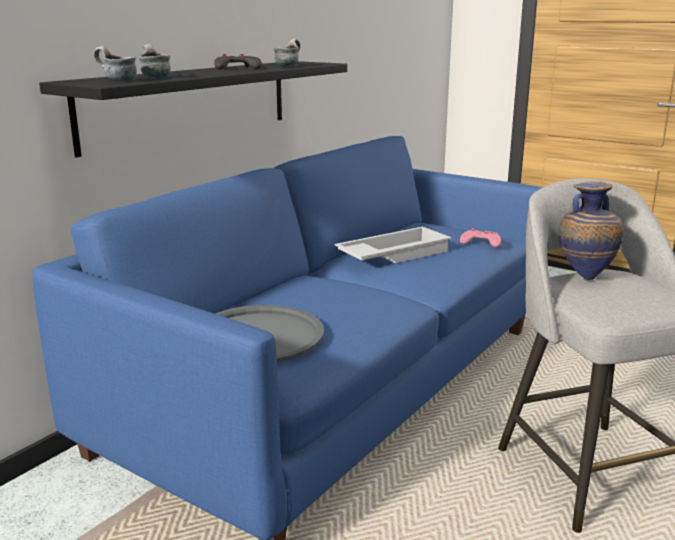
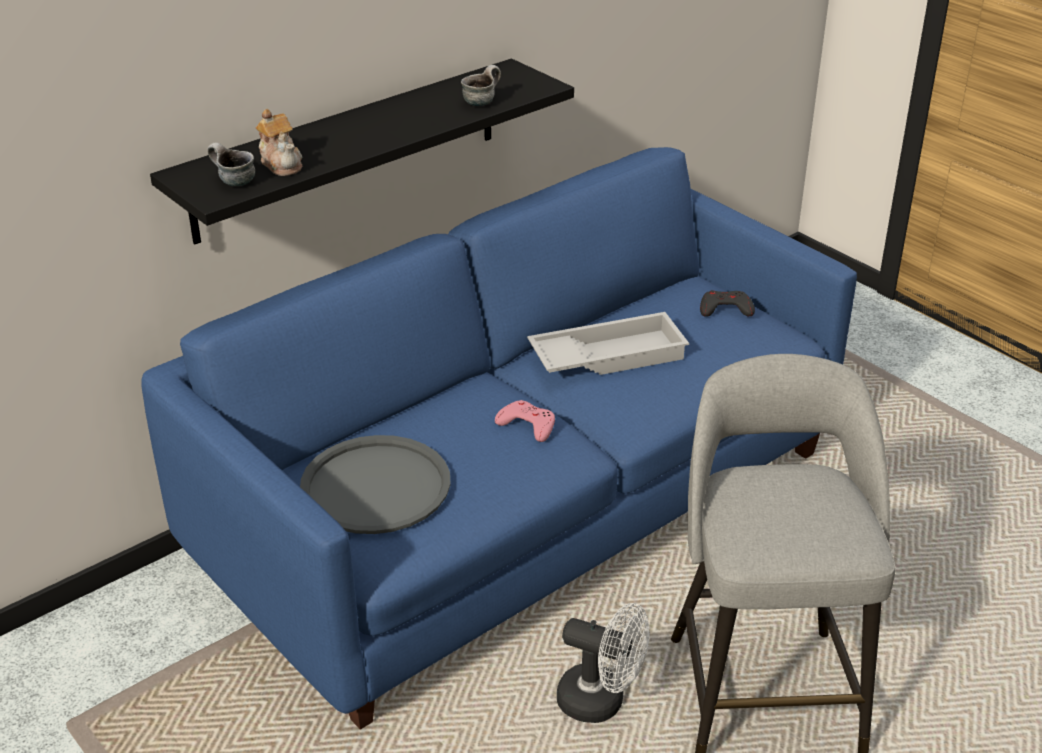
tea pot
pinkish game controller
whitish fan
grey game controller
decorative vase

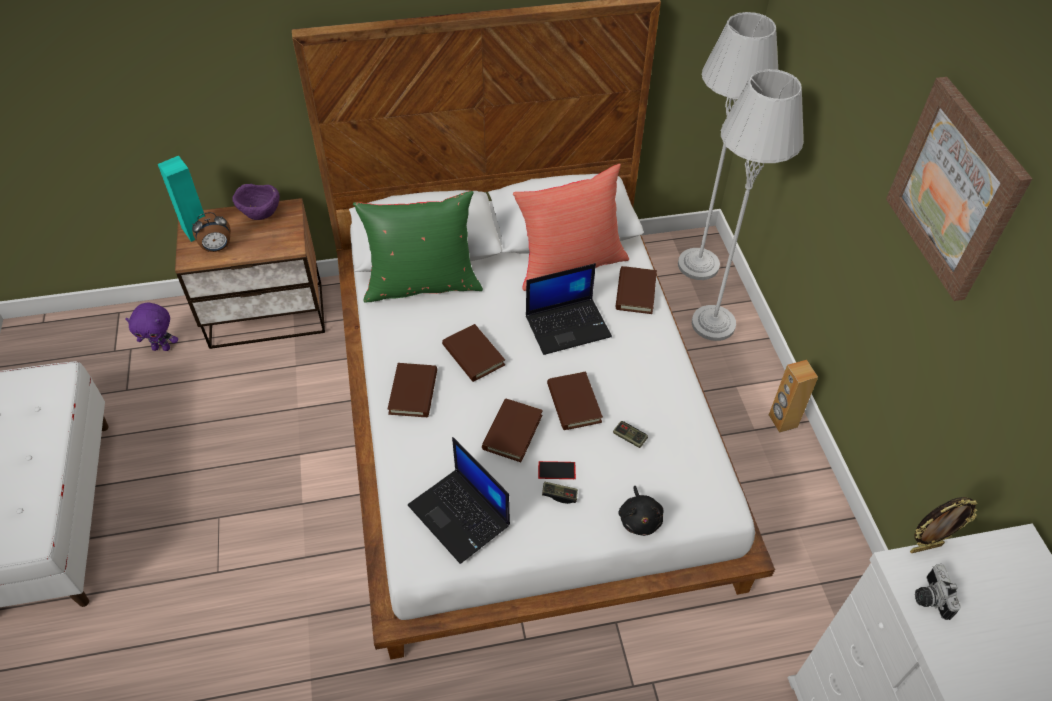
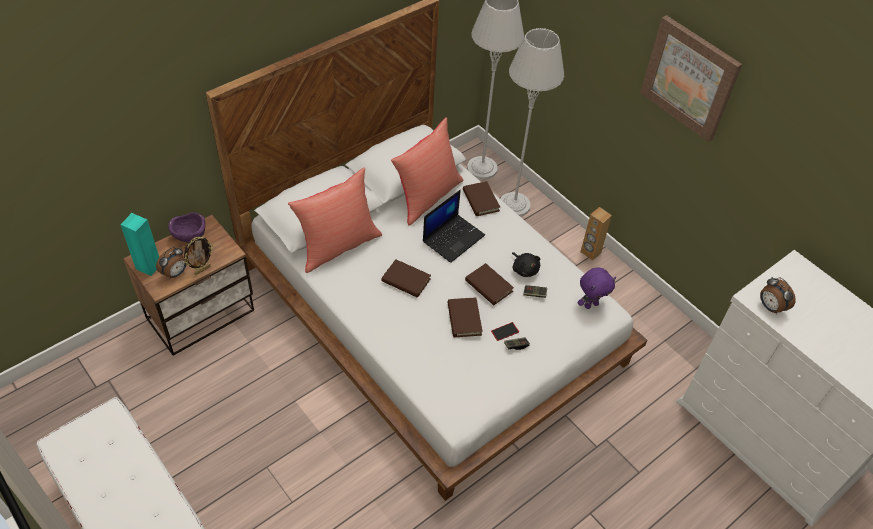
picture frame
red-coloured cushion (1st from left)
black cuddly toy
purple-coloured cuddly toy
bedside clock (2nd from left)
brown book (1st from left in the first image)
laptop (1st from left in the first image)

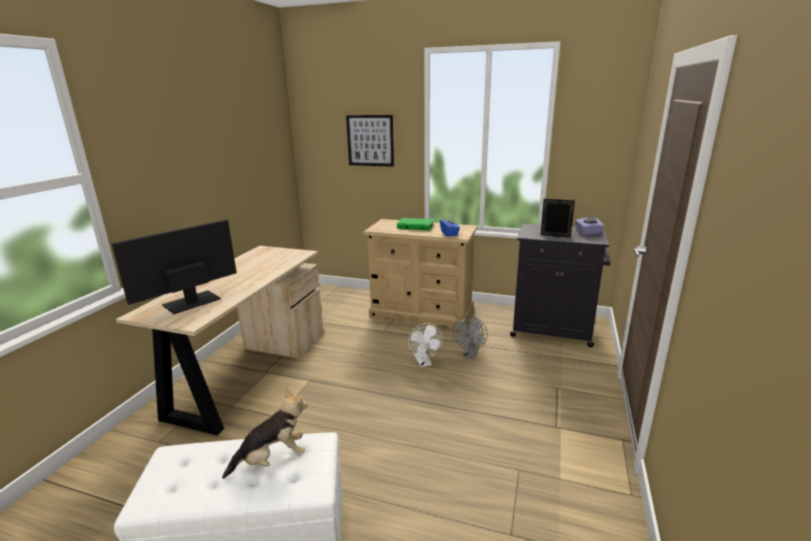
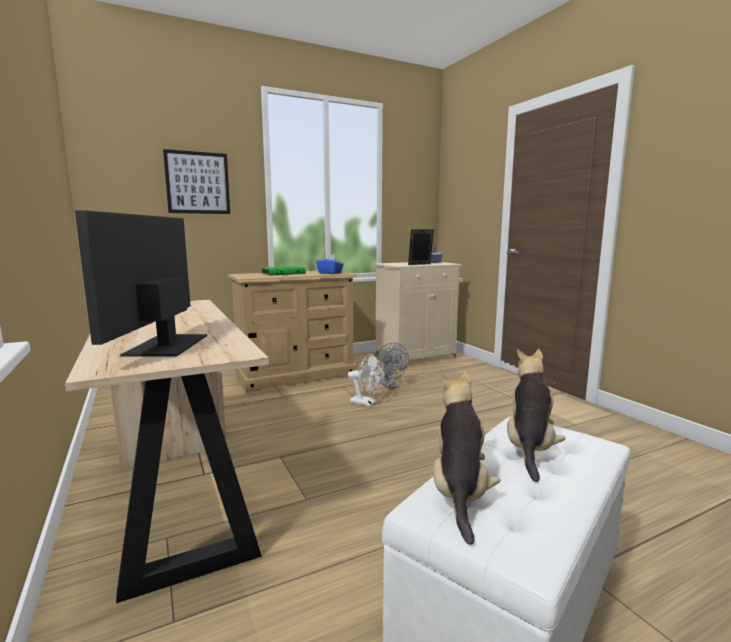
beige-coloured cabinet
cuddly toy (1st from left)

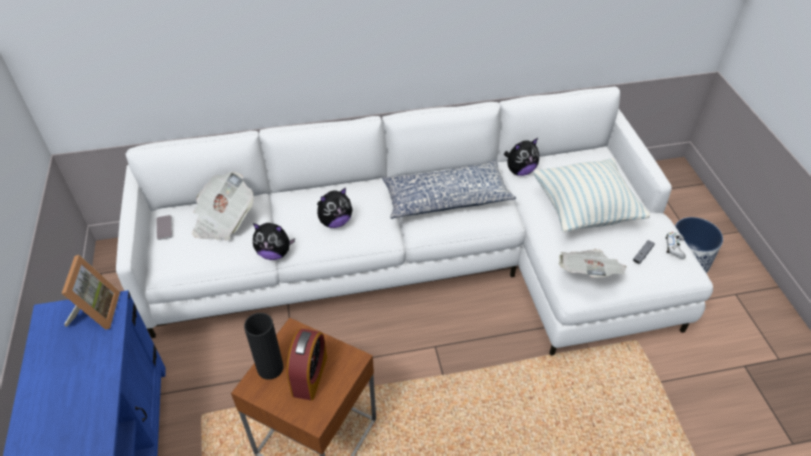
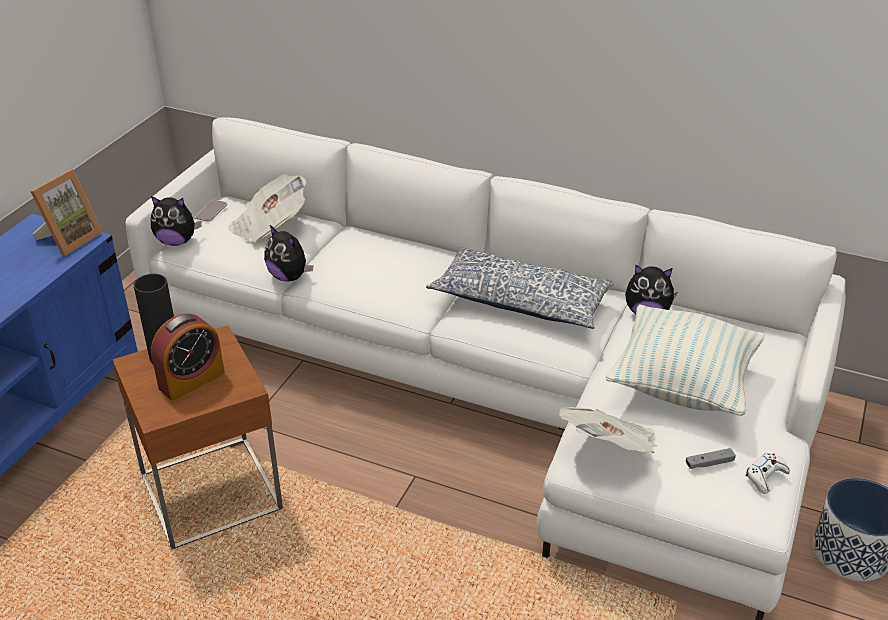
cuddly toy (1st from left)

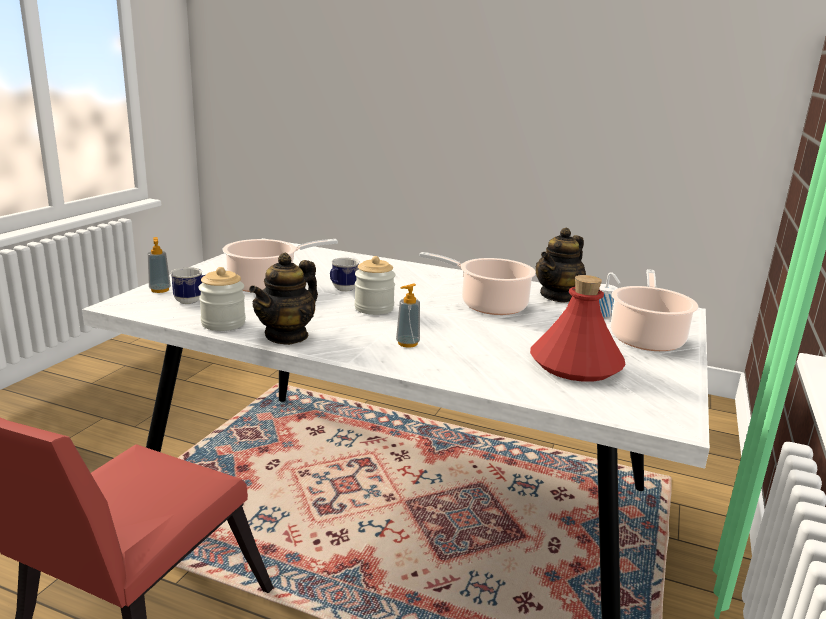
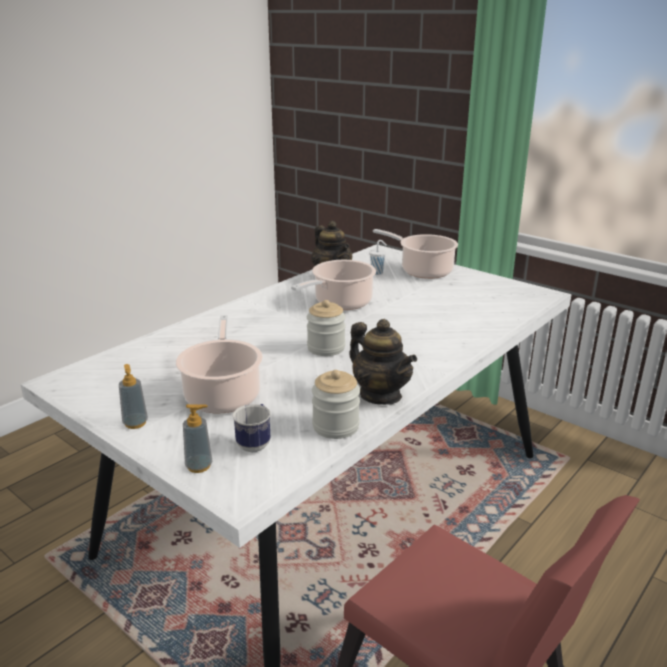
soap bottle (1st from left)
mug (2nd from left in the first image)
red-coloured beverage bottle

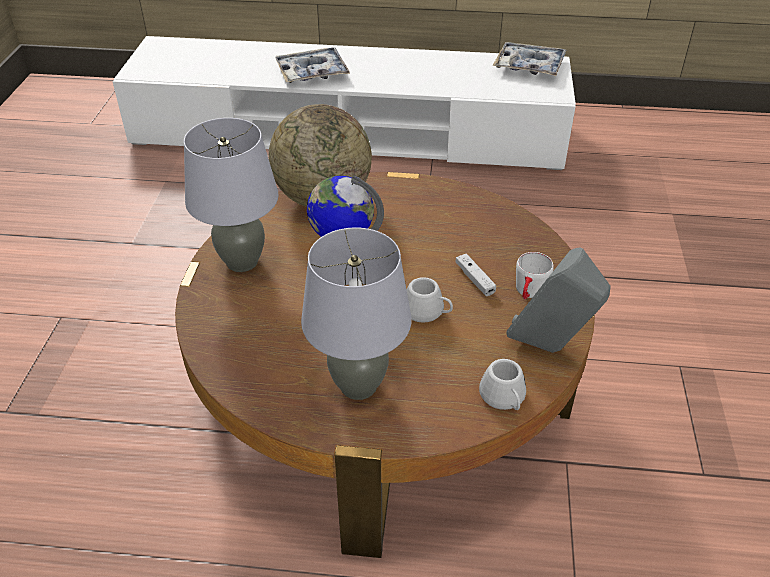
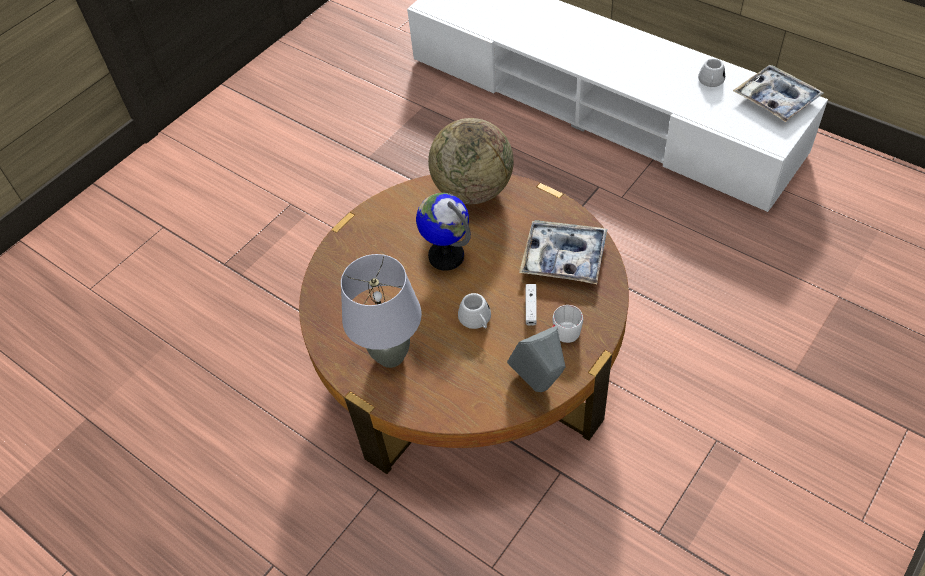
tray (1st from left)
whitish mug (3rd from left)
grey lamp for a table (1st from left in the first image)

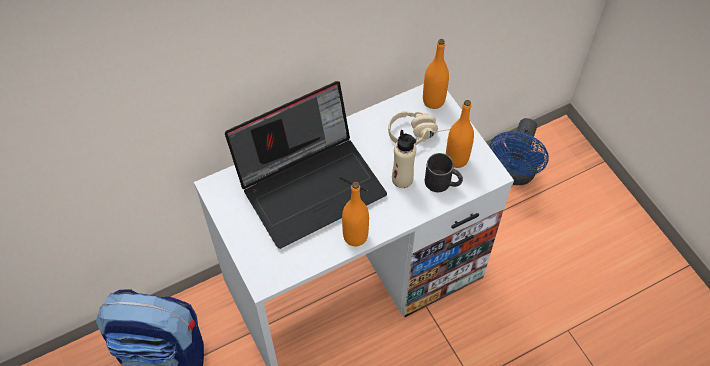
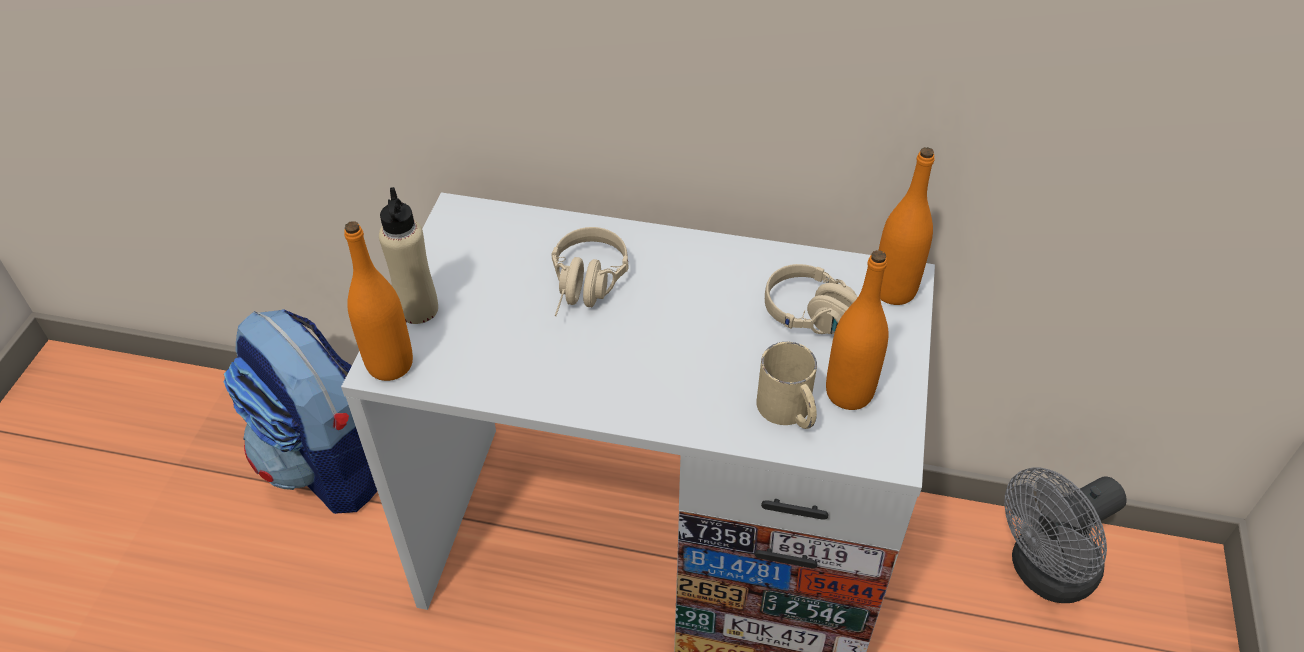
orangey beverage bottle (1st from left)
beige-coloured beverage bottle
beige-coloured headset (1st from left)
beige-coloured mug
grey fan

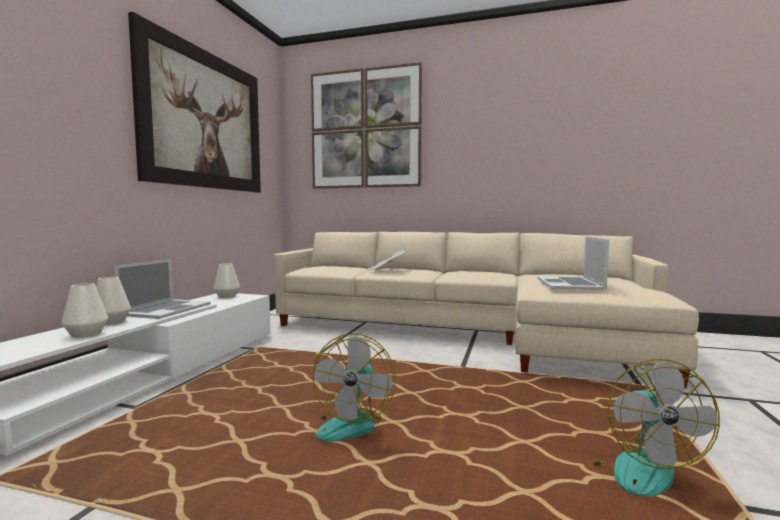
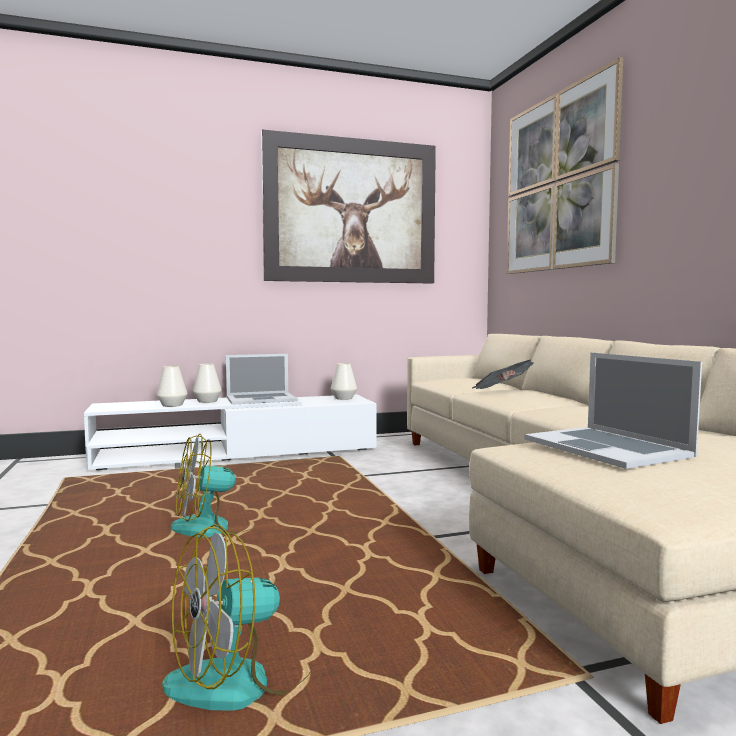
laptop (2nd from left)

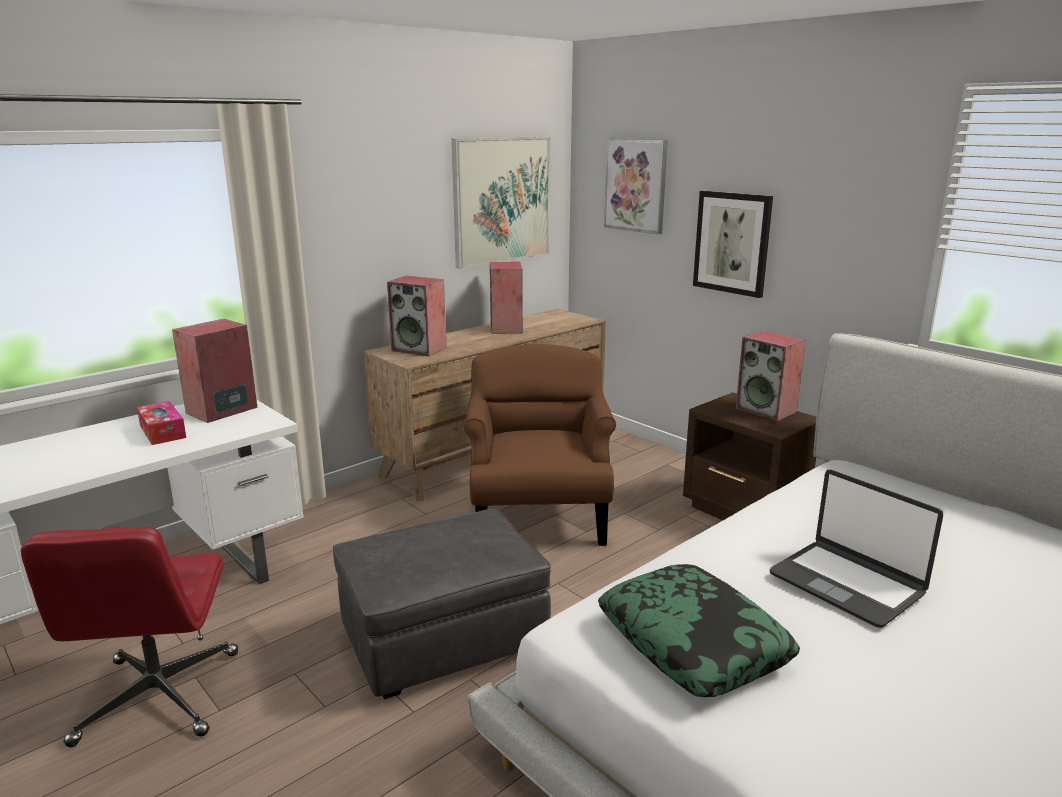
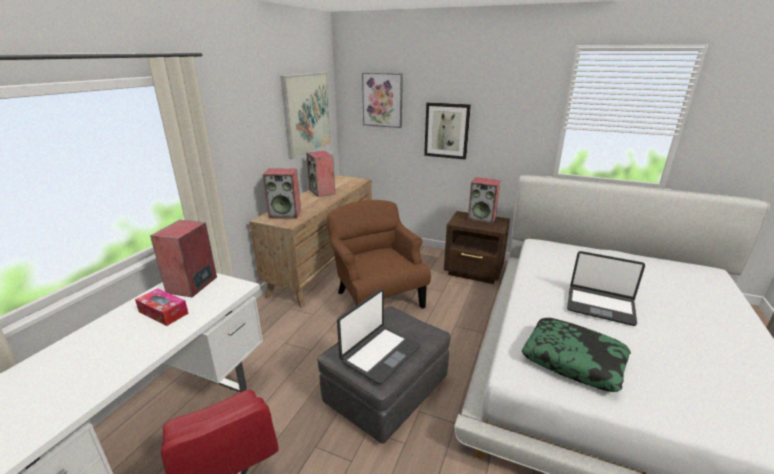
laptop (1st from left)

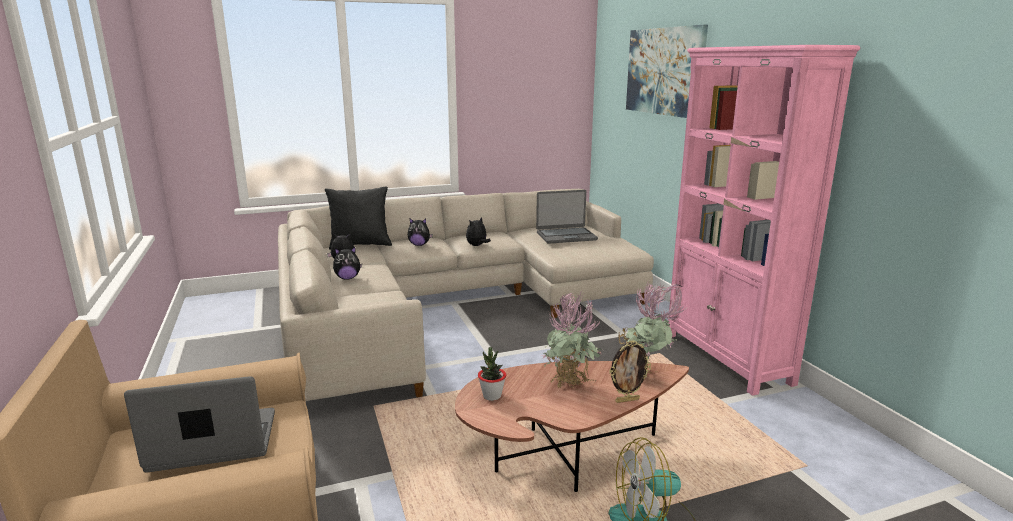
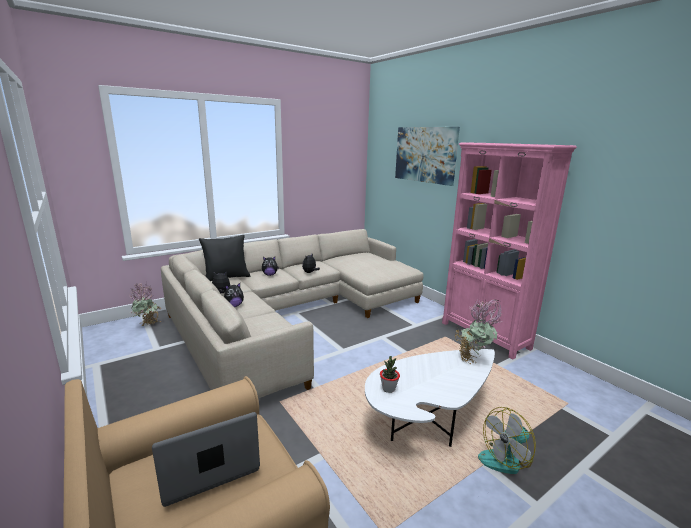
houseplant (1st from left)
whitish coffee table
laptop (2nd from left in the first image)
picture frame

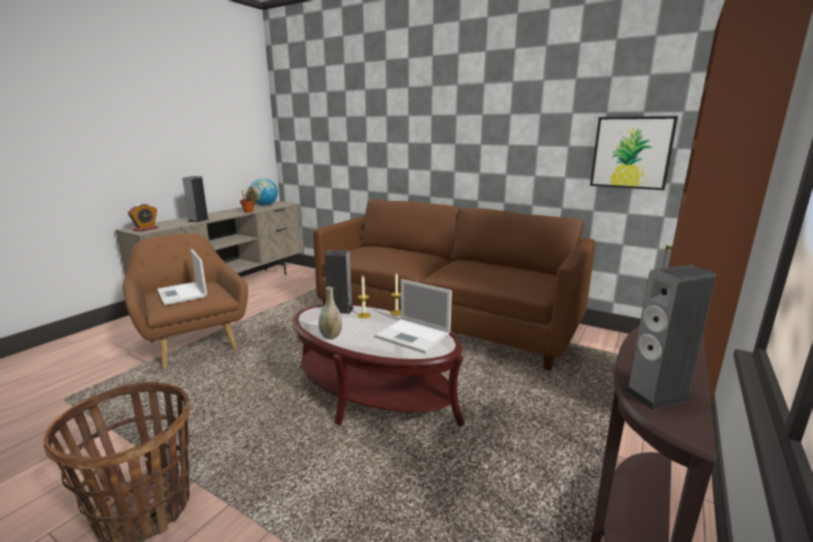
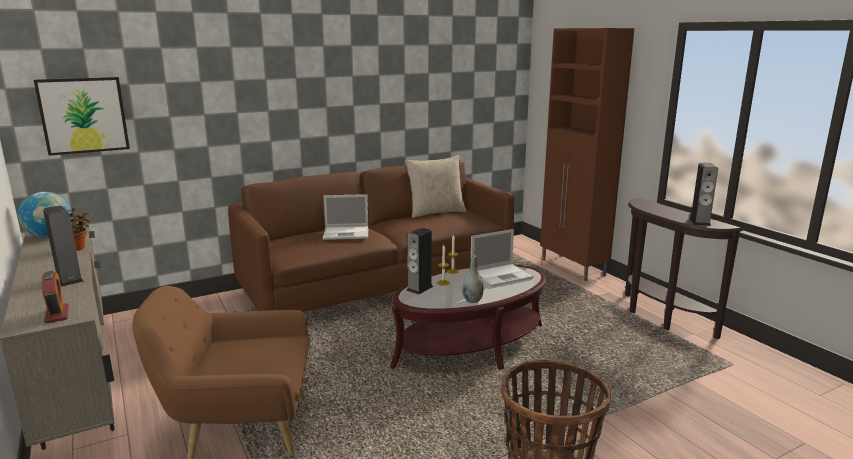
picture
laptop (1st from left)
beige-coloured cushion

